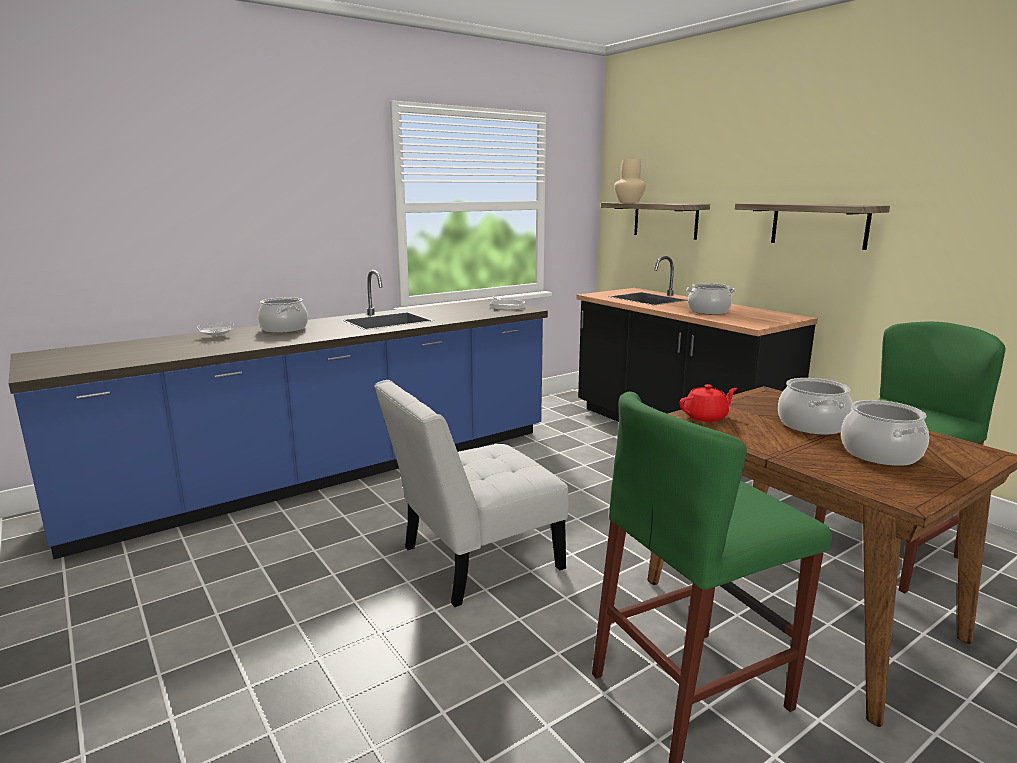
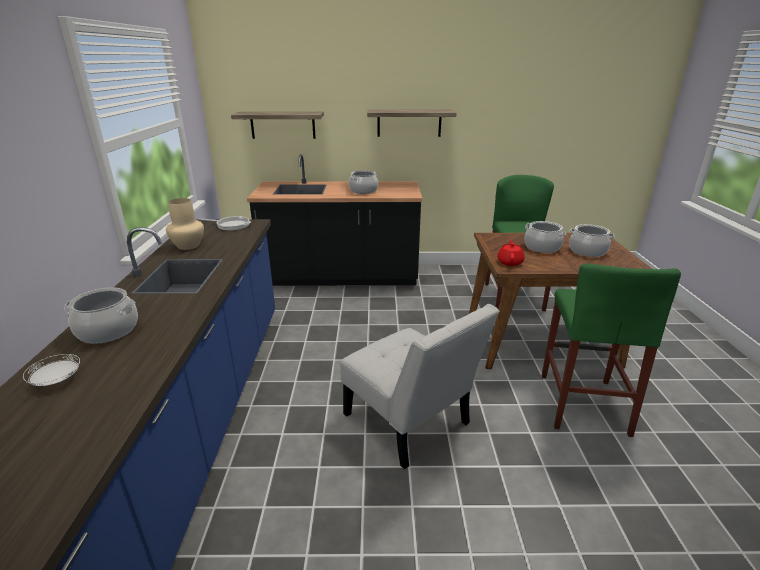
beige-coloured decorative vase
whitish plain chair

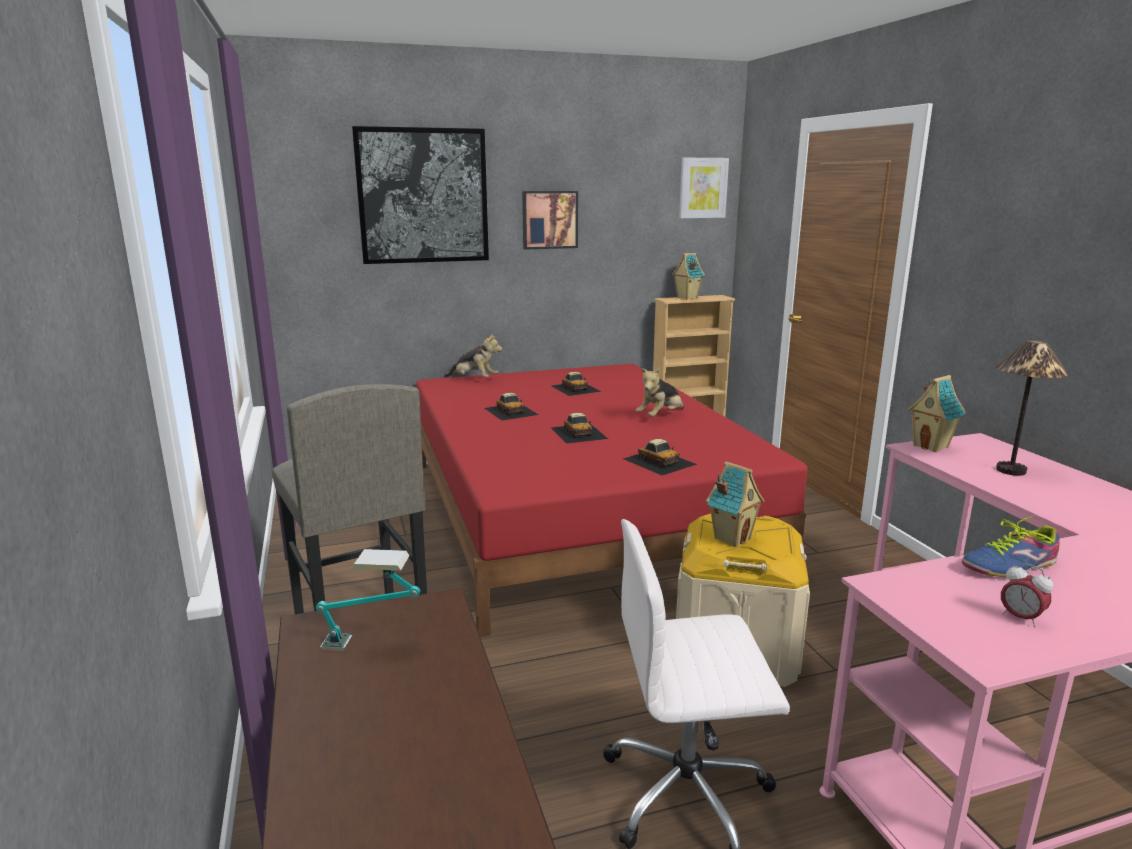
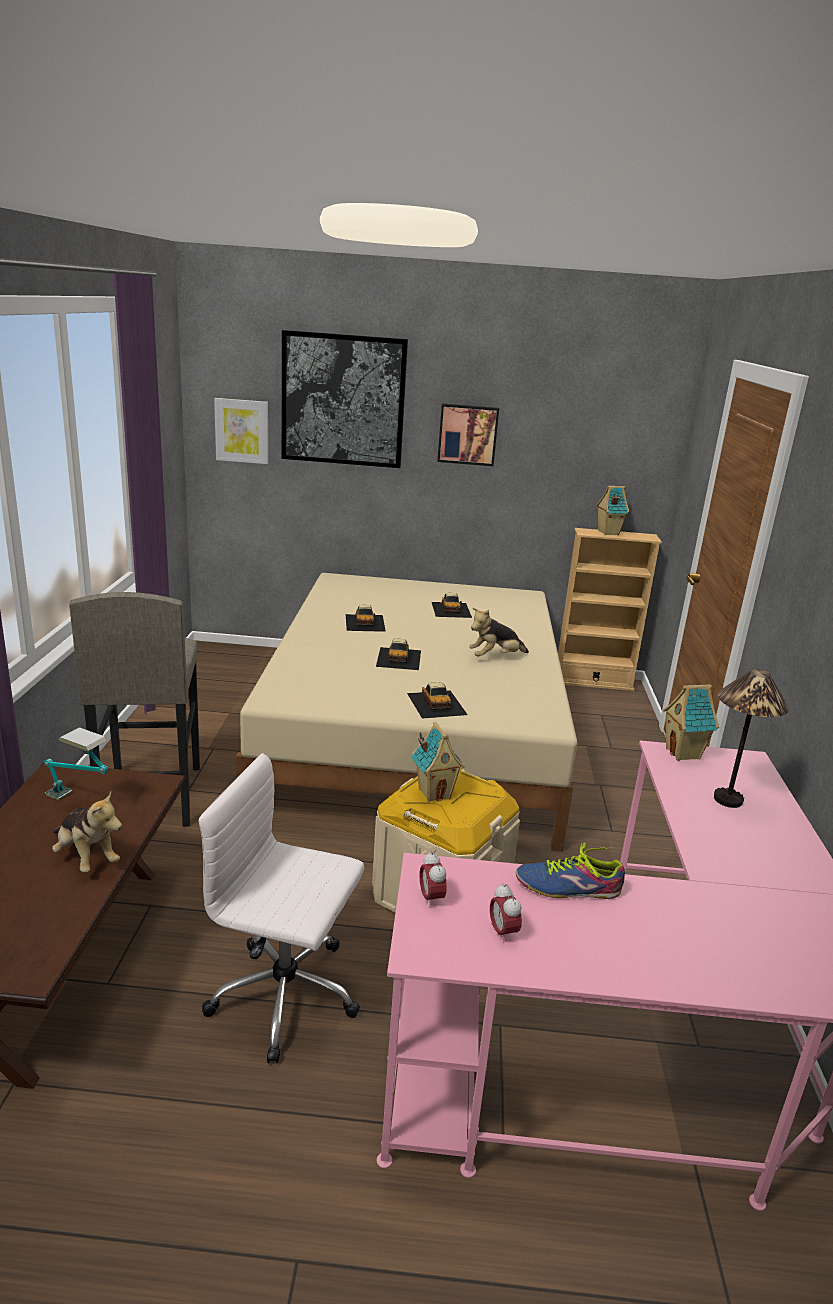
cuddly toy (1st from left)
picture (1st from left)
beige-coloured sleeping bed
bedside clock (1st from left)

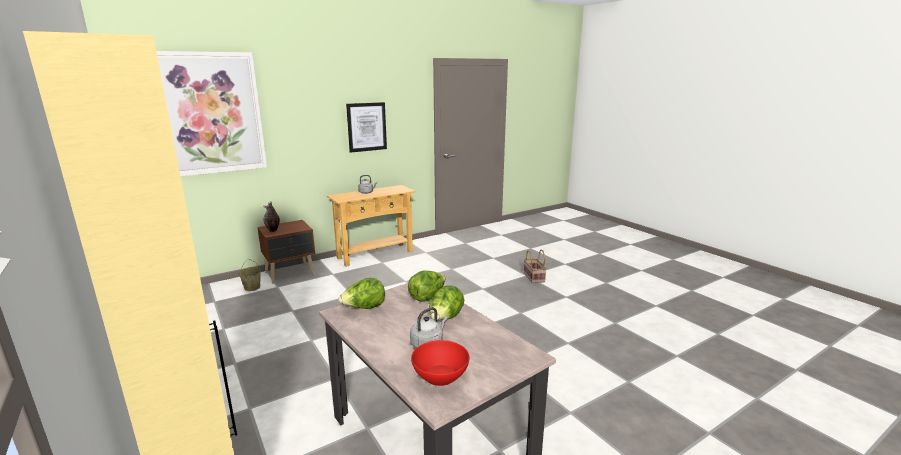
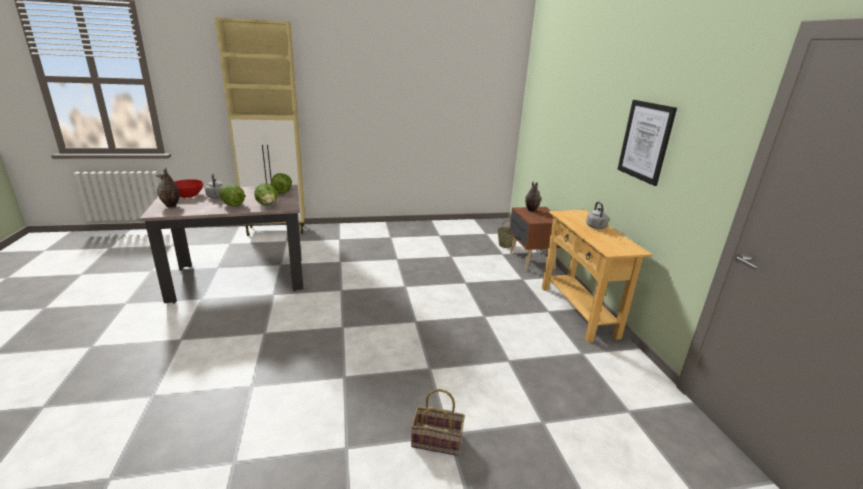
decorative vase (1st from left)
picture (1st from left in the first image)

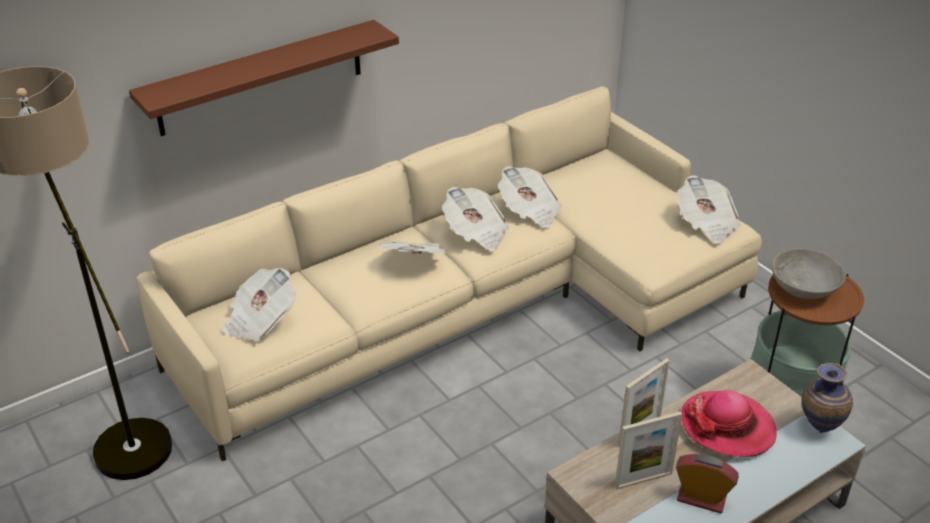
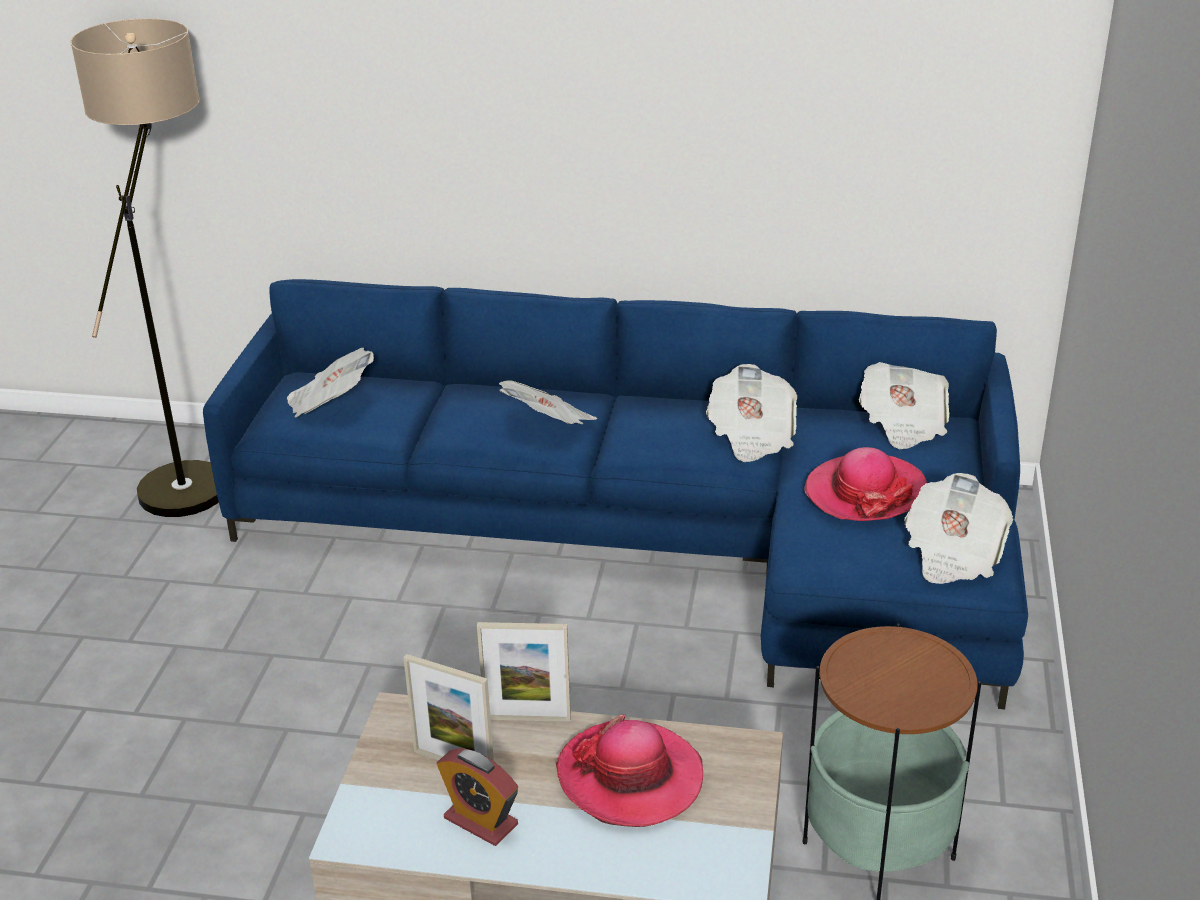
bluish couch
bedside clock
clothing hat (2nd from left)
newspaper (4th from left)
brown wall shelf
grey bowl
decorative vase

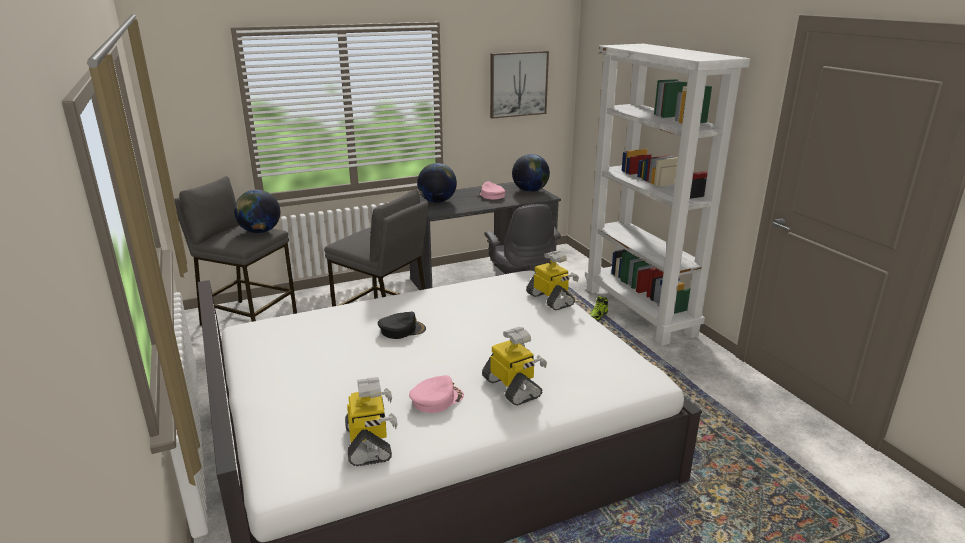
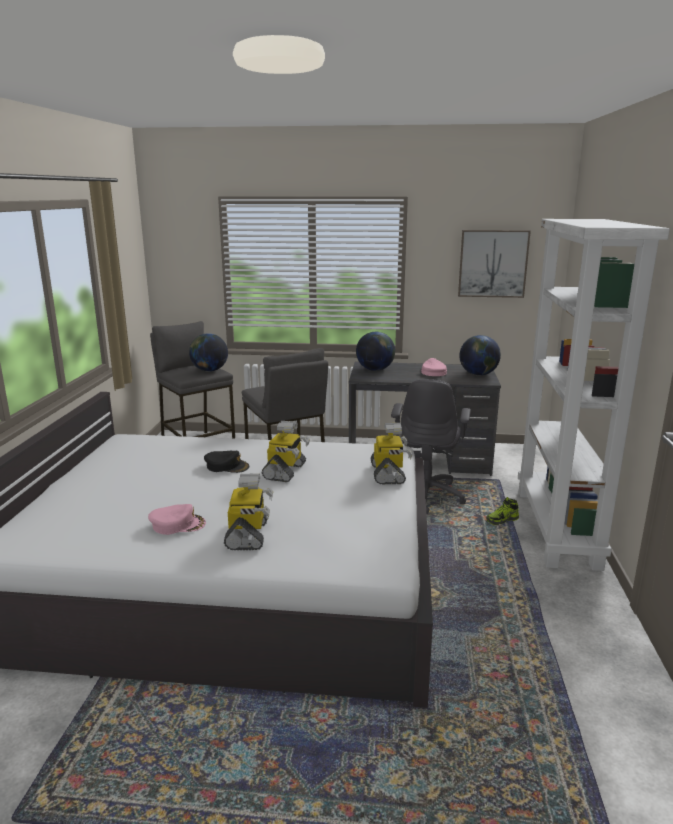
toy robot (2nd from left)

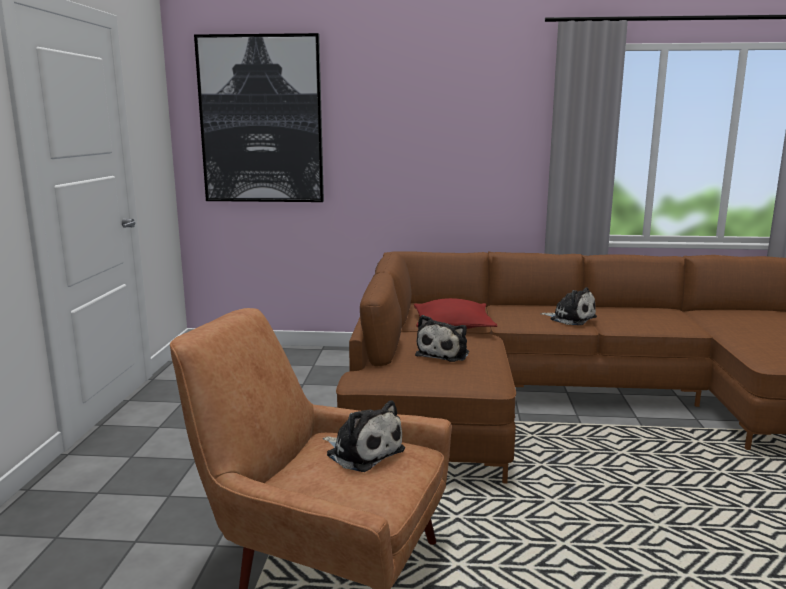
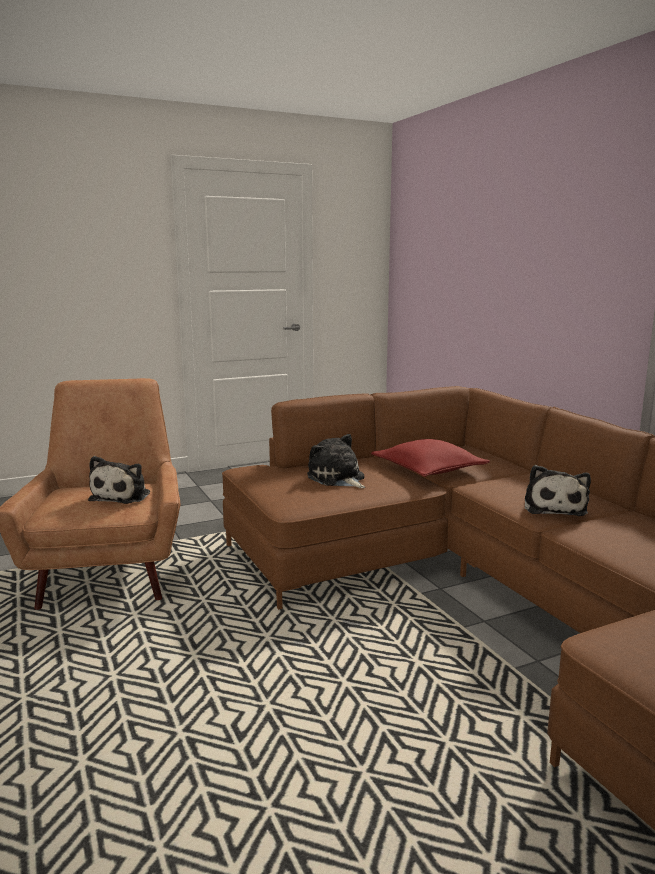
cuddly toy (2nd from left)
picture

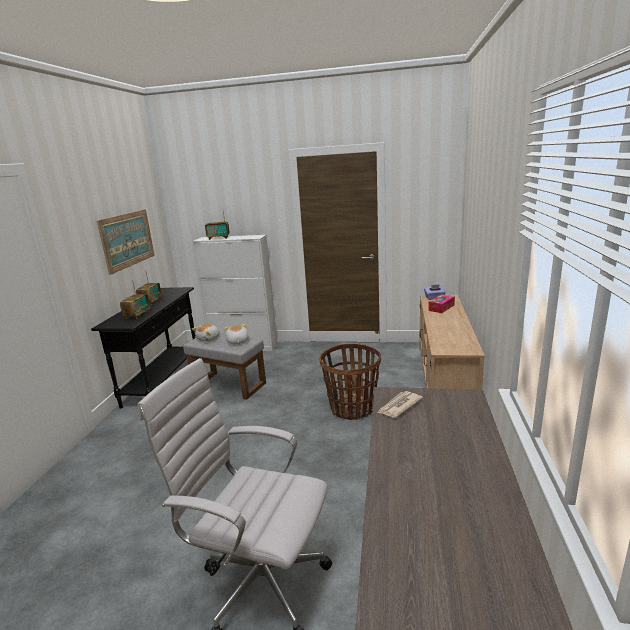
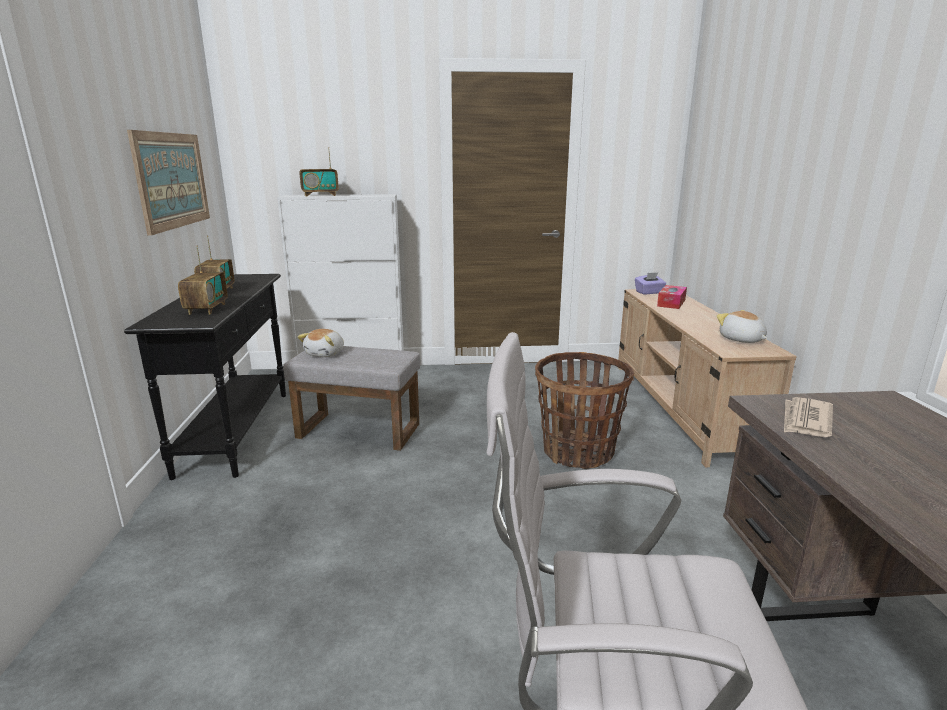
cuddly toy (2nd from left)

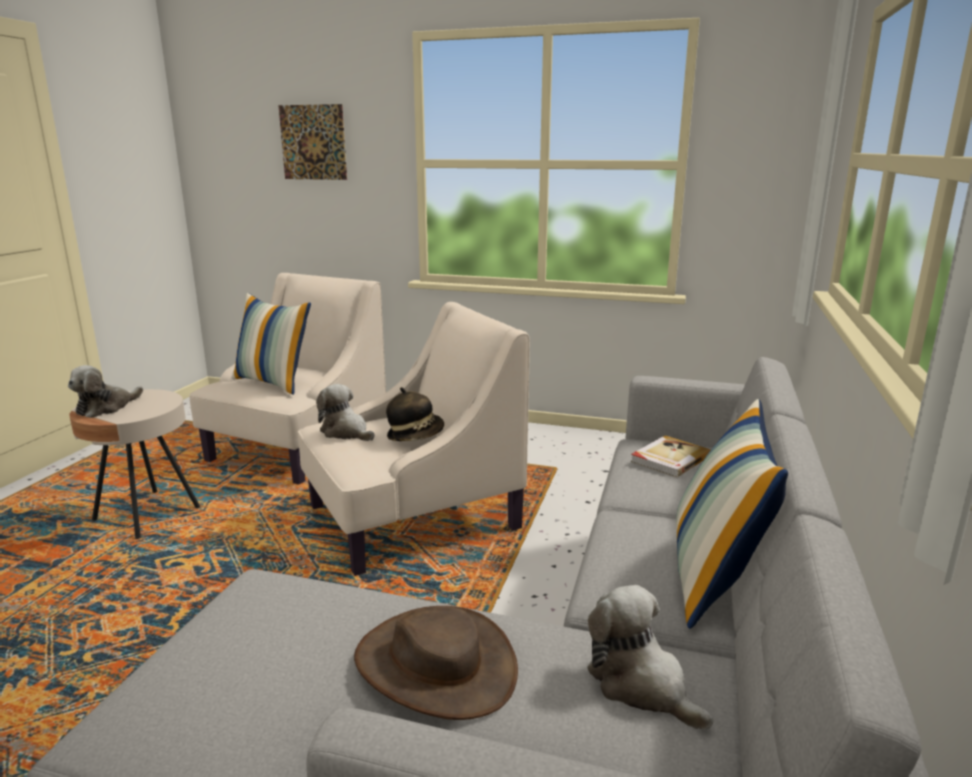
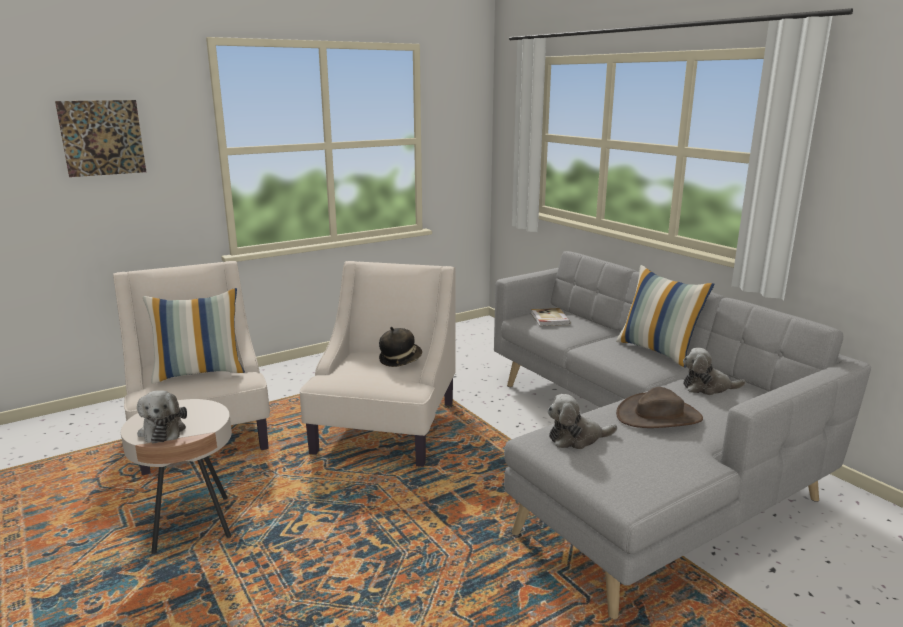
cuddly toy (2nd from left)

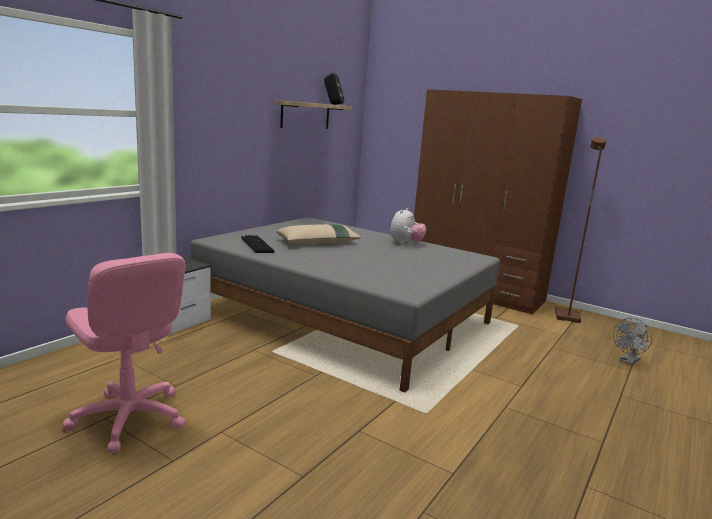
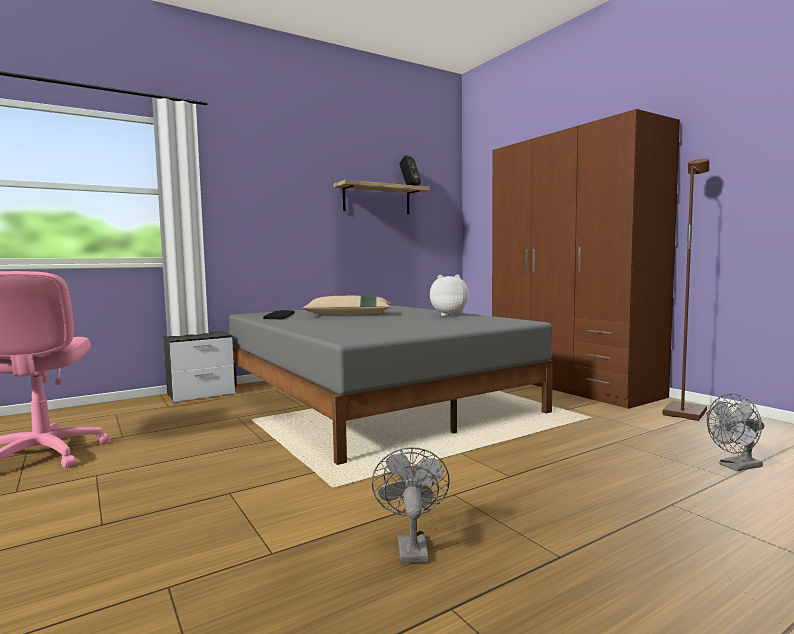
grey fan (1st from left)
cuddly toy

